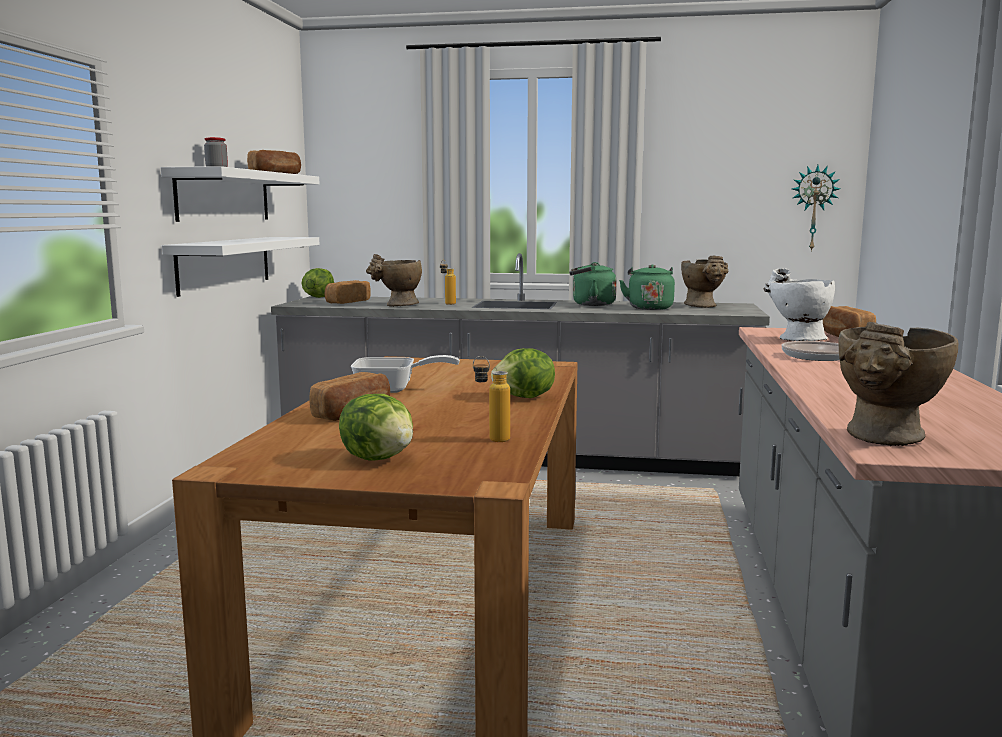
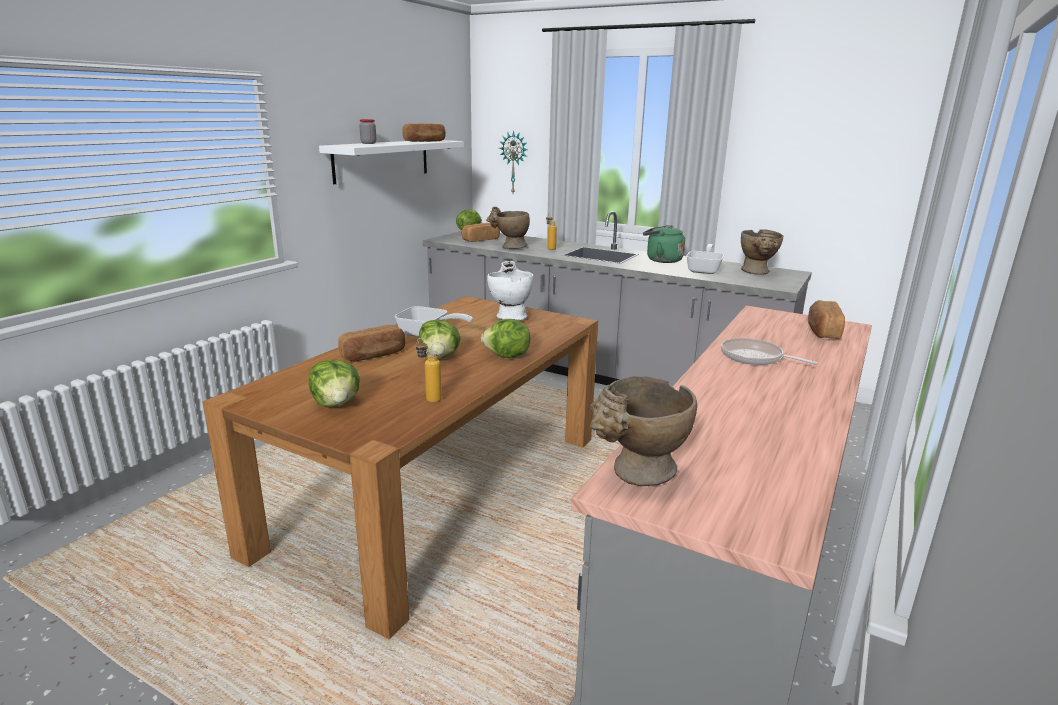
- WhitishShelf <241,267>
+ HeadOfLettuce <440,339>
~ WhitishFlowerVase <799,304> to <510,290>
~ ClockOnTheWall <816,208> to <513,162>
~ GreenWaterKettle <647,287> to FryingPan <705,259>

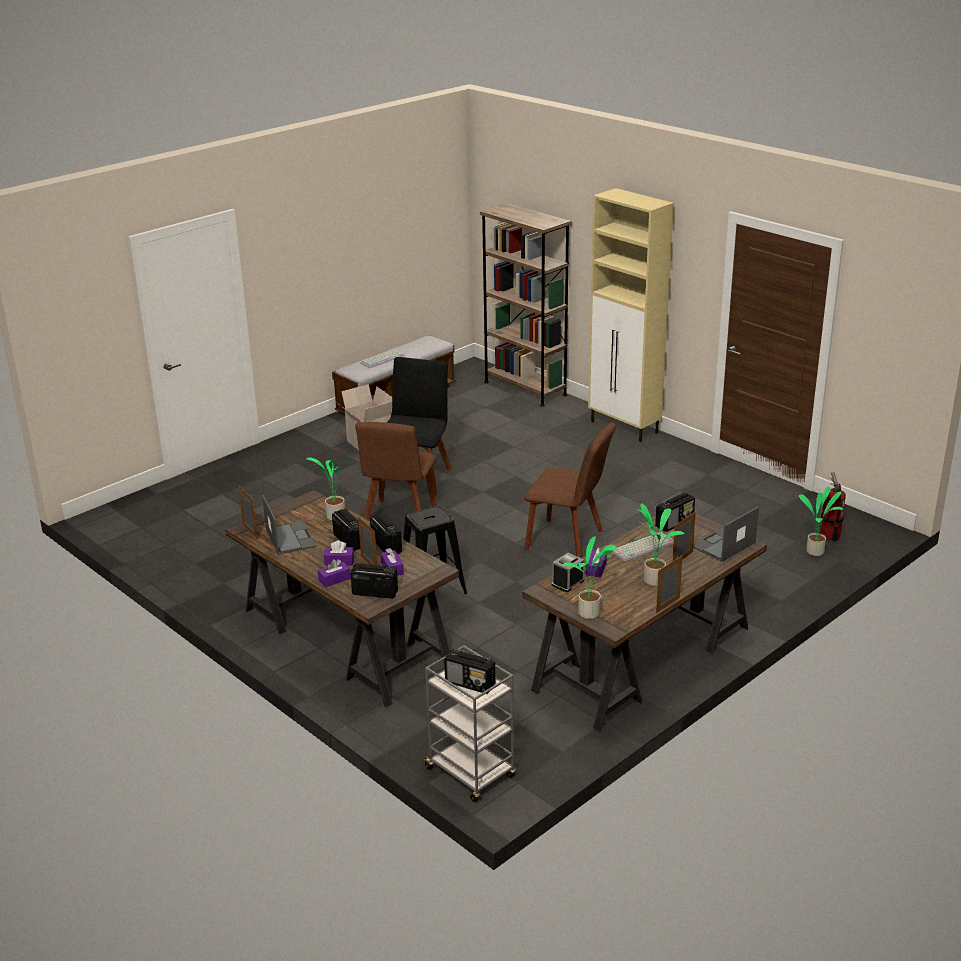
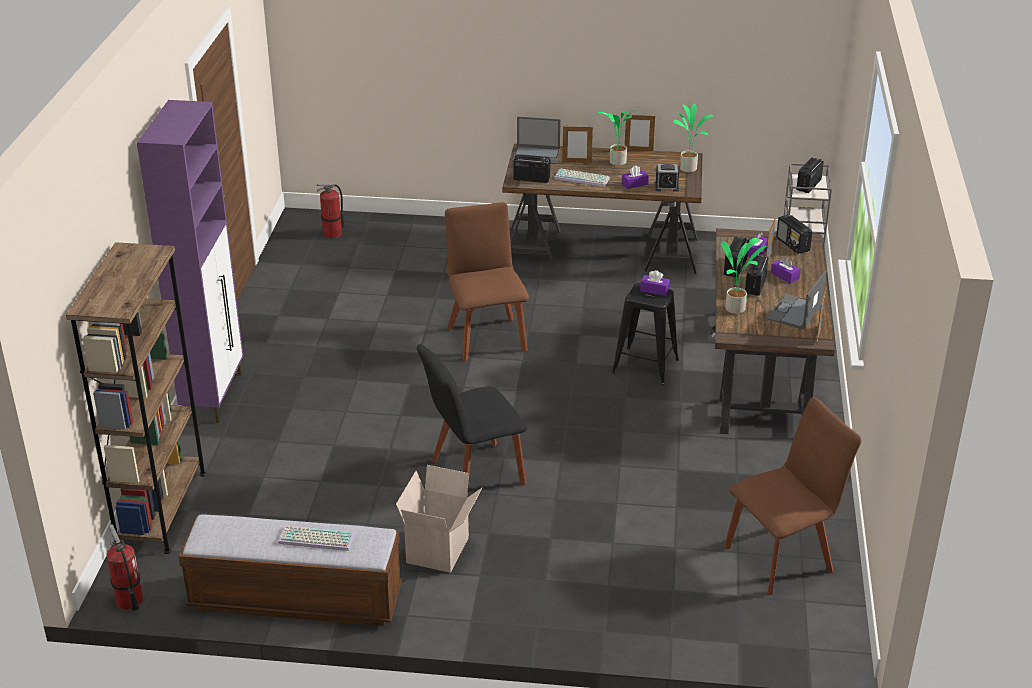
- PottedPlant <821,521>
+ FireFightingCylinder <125,568>
~ PurplishTissueHolder <334,573> to <655,283>
~ BrownColouredPlainChair <396,471> to <792,496>
~ BeigeCabinet <631,315> to PurplishCabinet <190,261>
~ Radio <469,671> = <810,175> 135 degrees counterclockwise

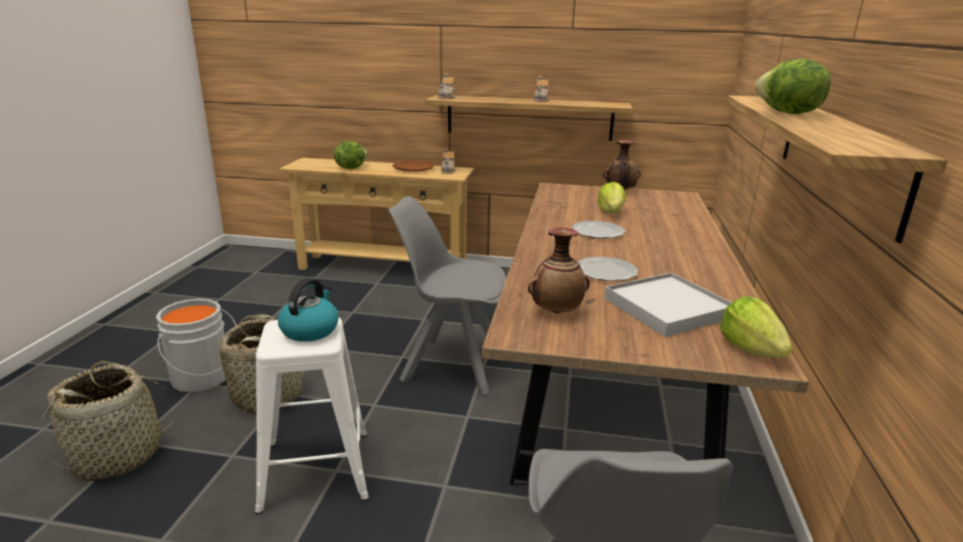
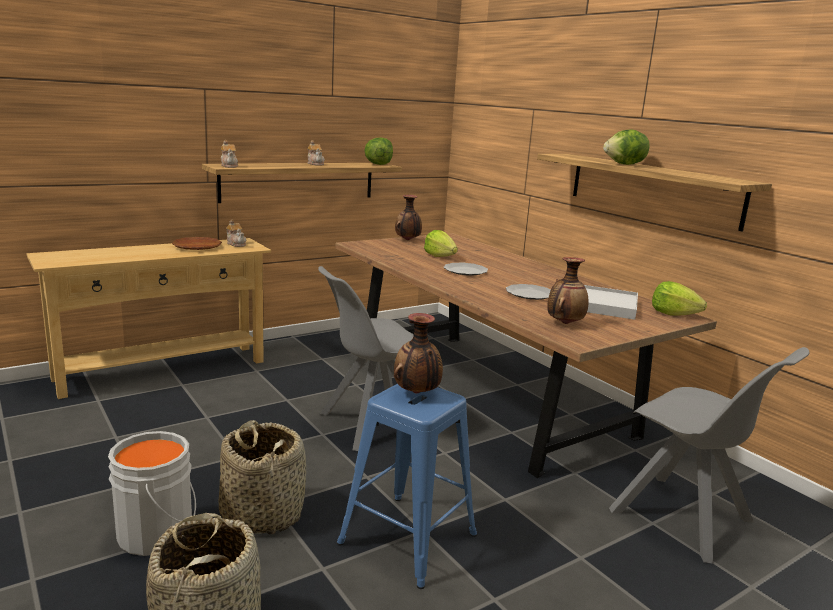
~ HeadOfLettuce <351,155> to <378,151>
~ WaterKettle <308,310> to FlowerVase <418,353>
~ WhitishStoolSeat <312,416> to BluishStoolSeat <407,486>

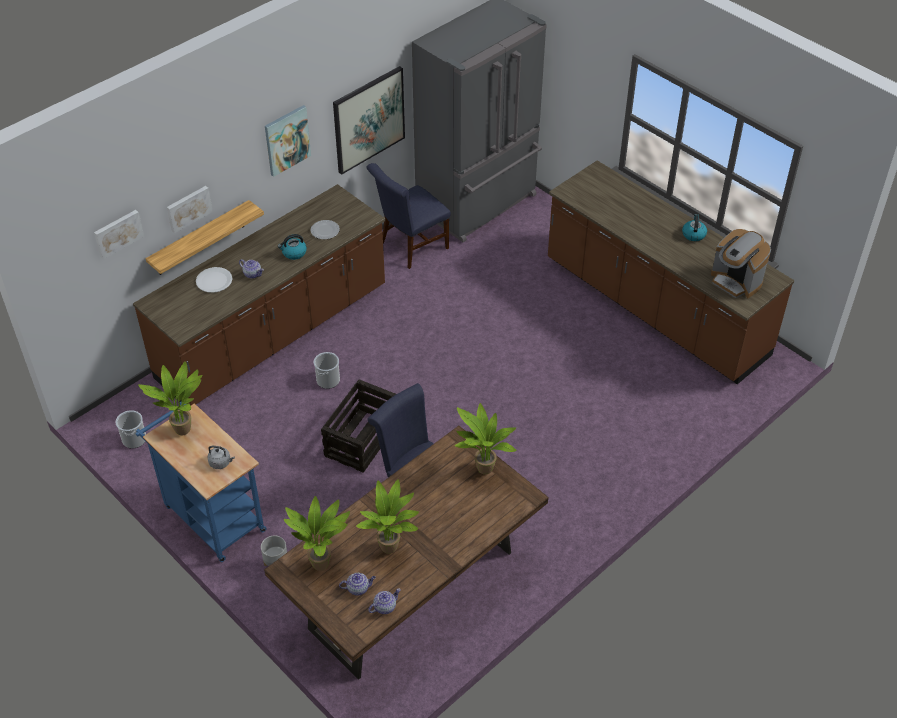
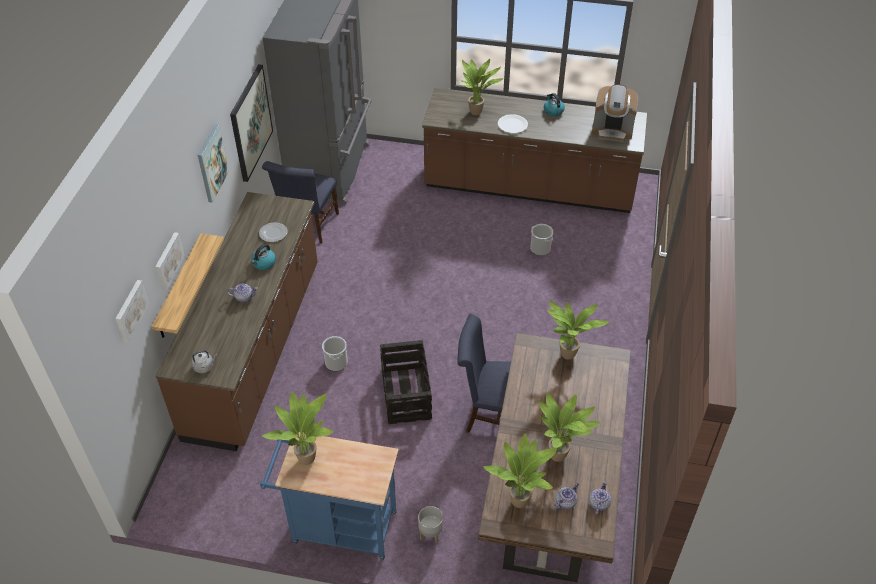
+ PottedPlant <483,87>
~ Bucket <131,429> to <541,240>
~ WhitishDinnerPlate <214,280> to <513,123>
~ GrayWaterKettle <221,457> to <204,361>

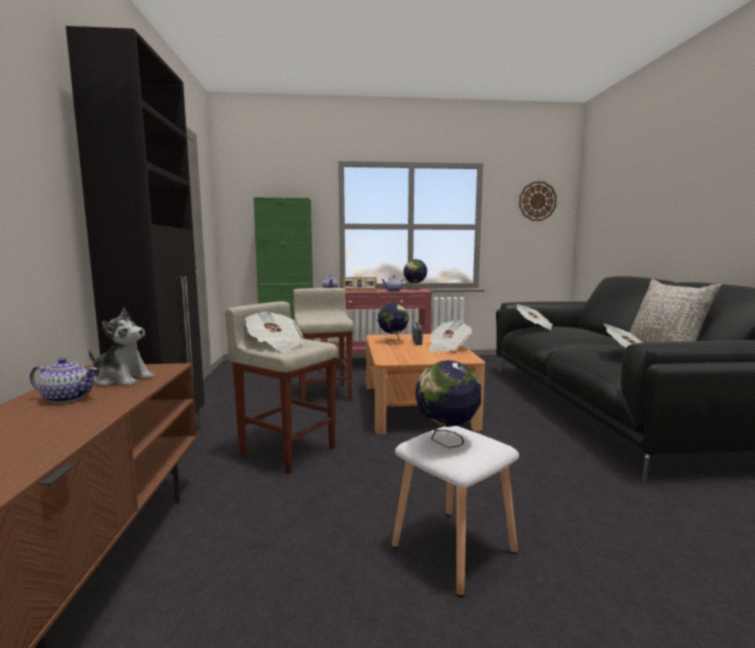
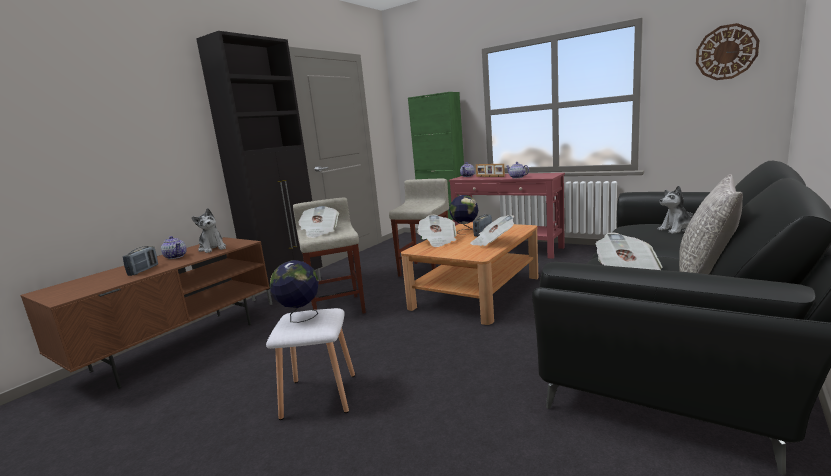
- Globe <415,274>
+ Radio <140,261>
+ SoftToy <675,210>
~ DailyPaper <534,317> to <436,231>

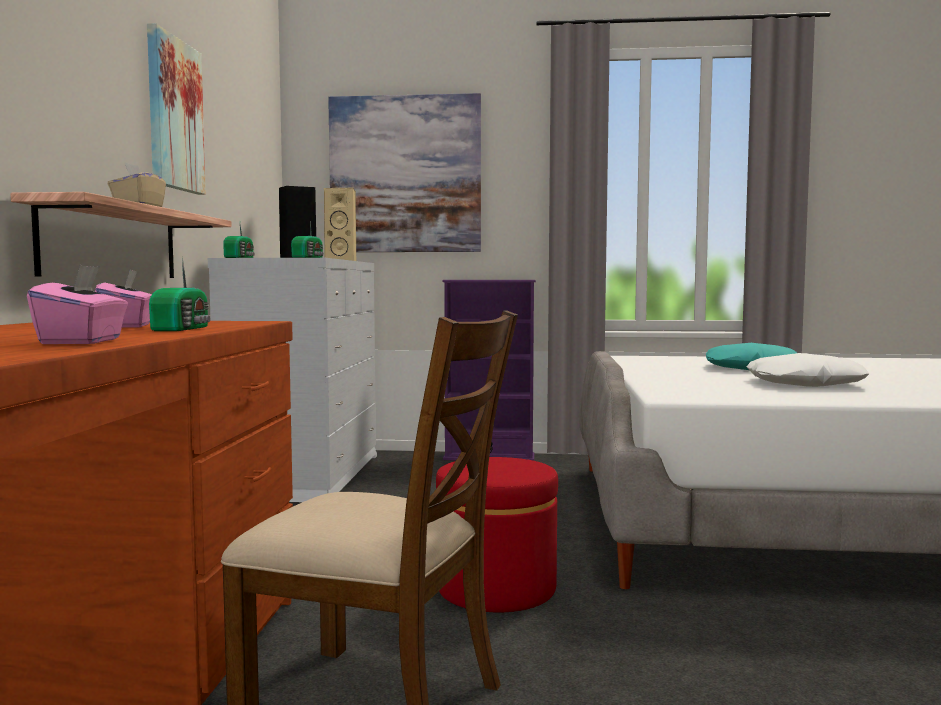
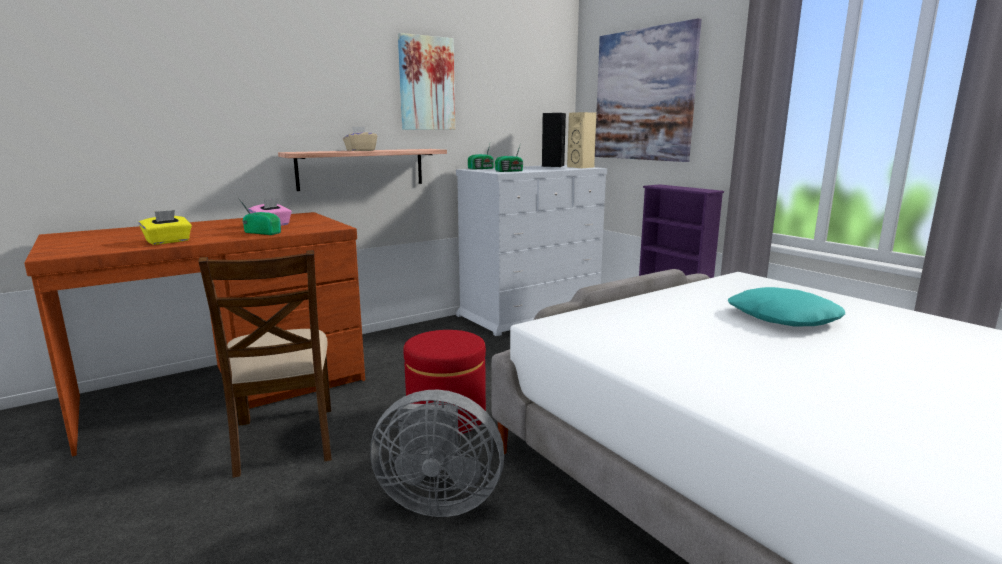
- WhitishThrowPillow <807,370>
+ GrayFan <437,453>
~ PinkColouredTissueHolder <77,304> to YellowColouredTissueHolder <165,227>
~ Radio <179,293> = <259,215> 120 degrees counterclockwise

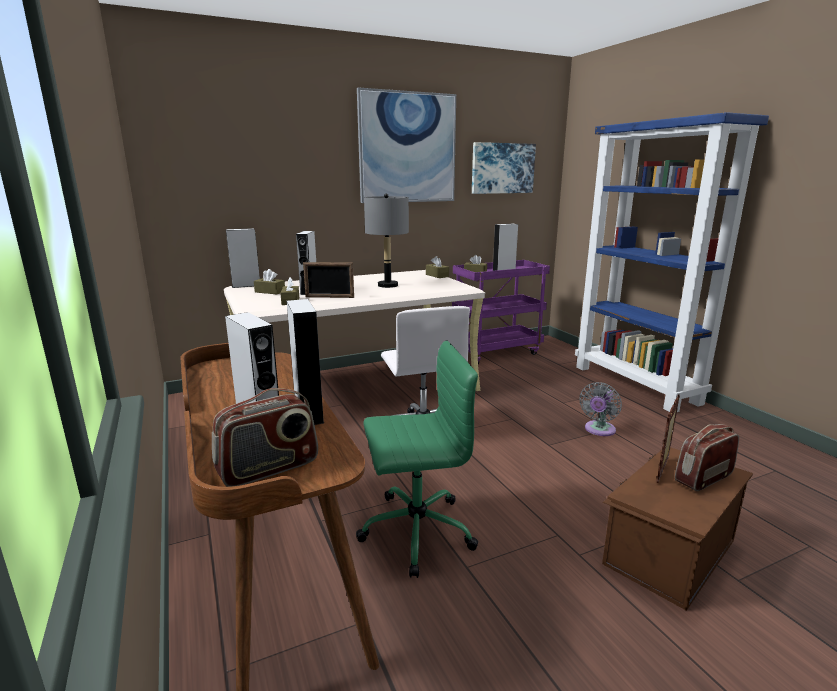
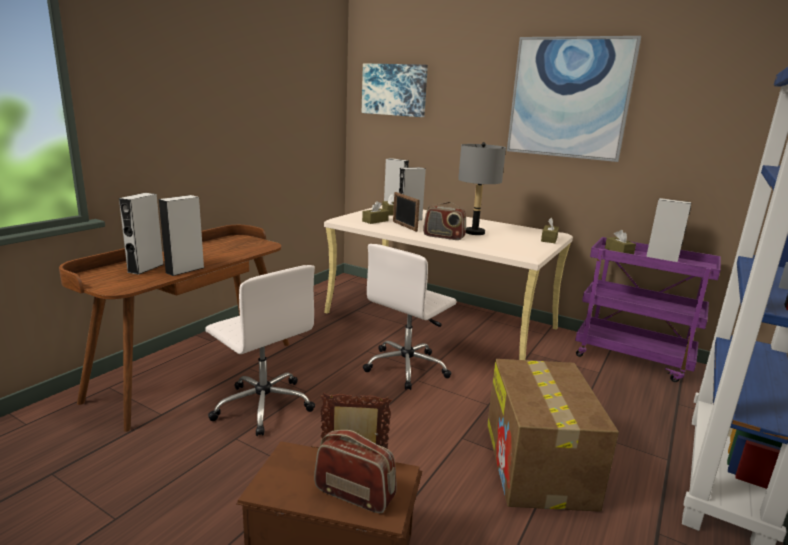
~ Radio <265,437> to <444,221>
~ WallPicture <504,168> to <395,90>
~ GrayFan <600,409> to CardboardBox <553,435>
~ GreenOfficeChair <417,459> to WhitishOfficeChair <260,350>

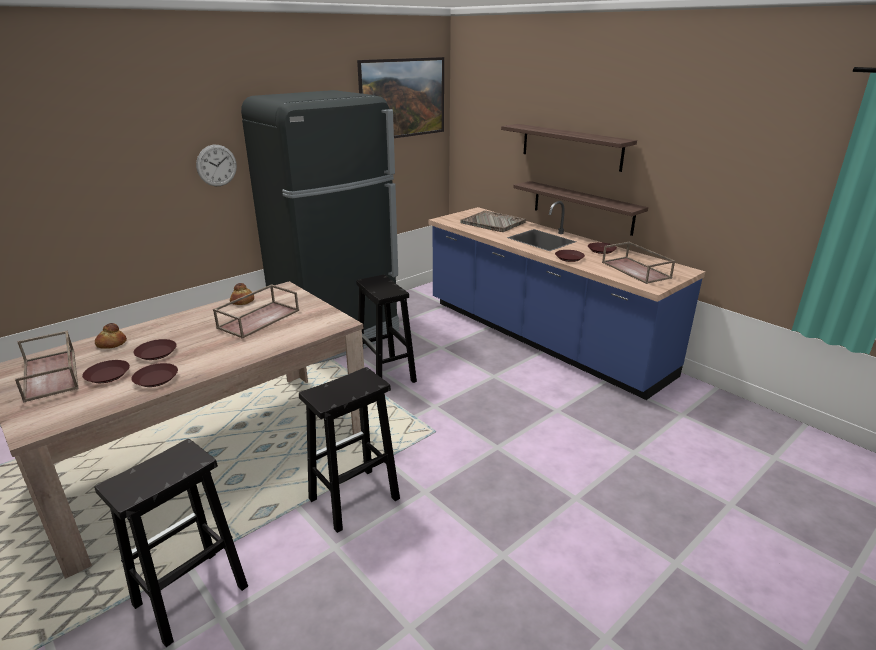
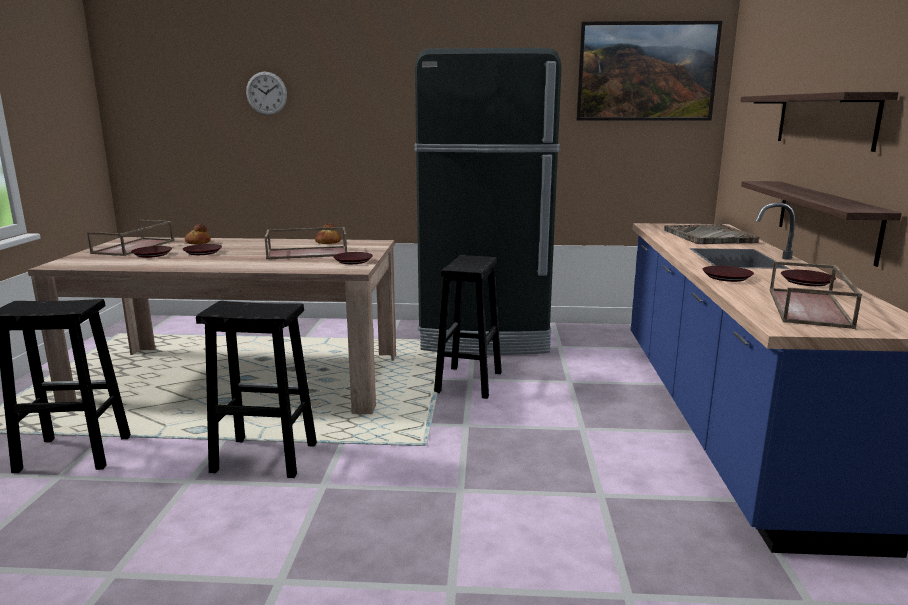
~ BrownColouredDinnerPlate <154,375> to <353,258>
~ ClockOnTheWall <216,165> to <266,93>

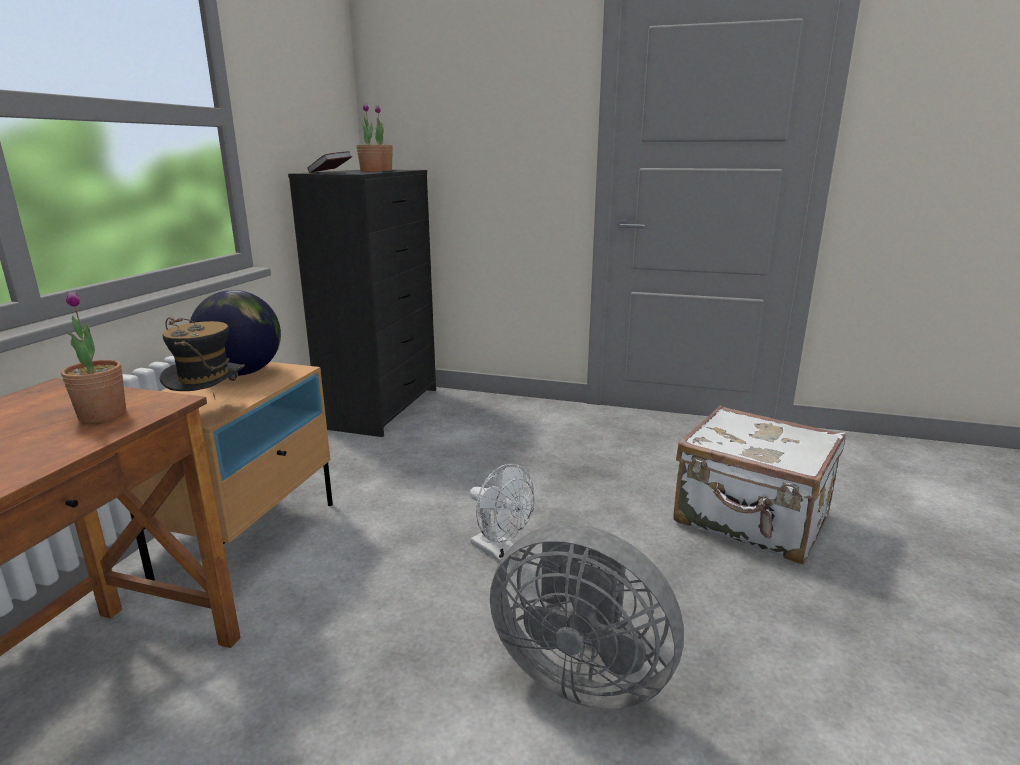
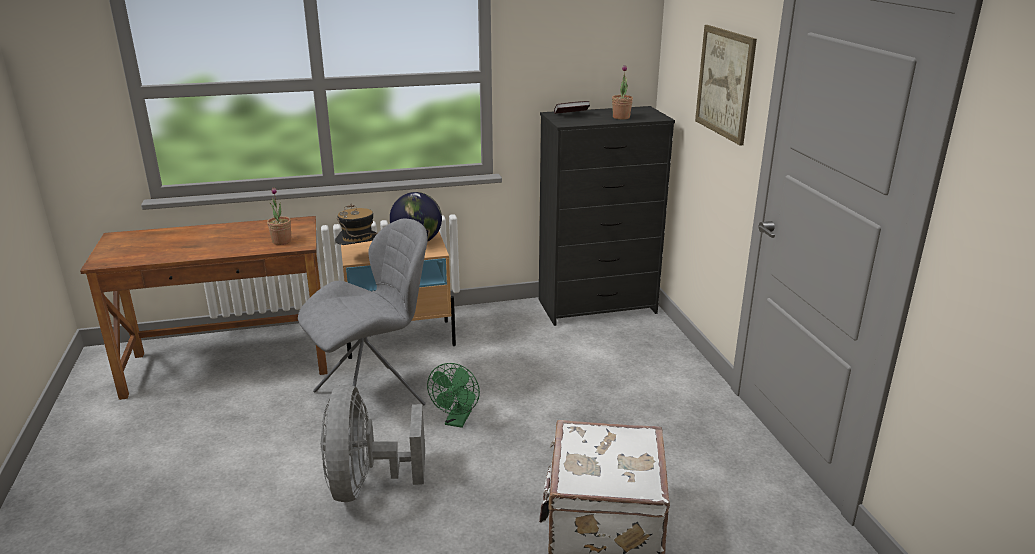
- PottedPlant <369,137>
+ GrayPlainChair <363,311>
+ WallPicture <726,85>
~ WhitishFan <502,513> to GreenFan <453,395>

